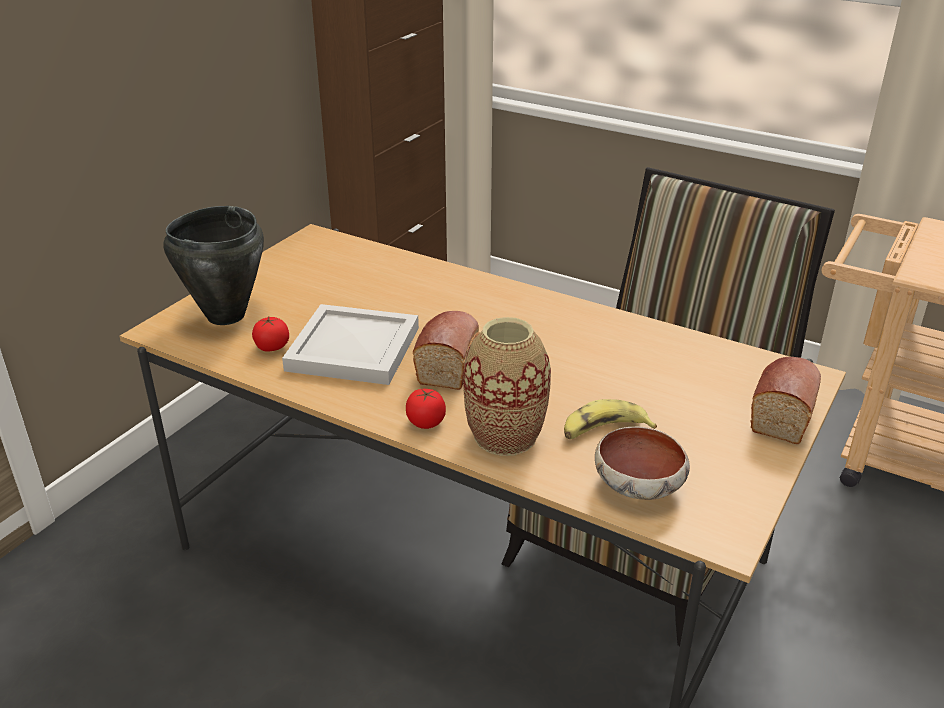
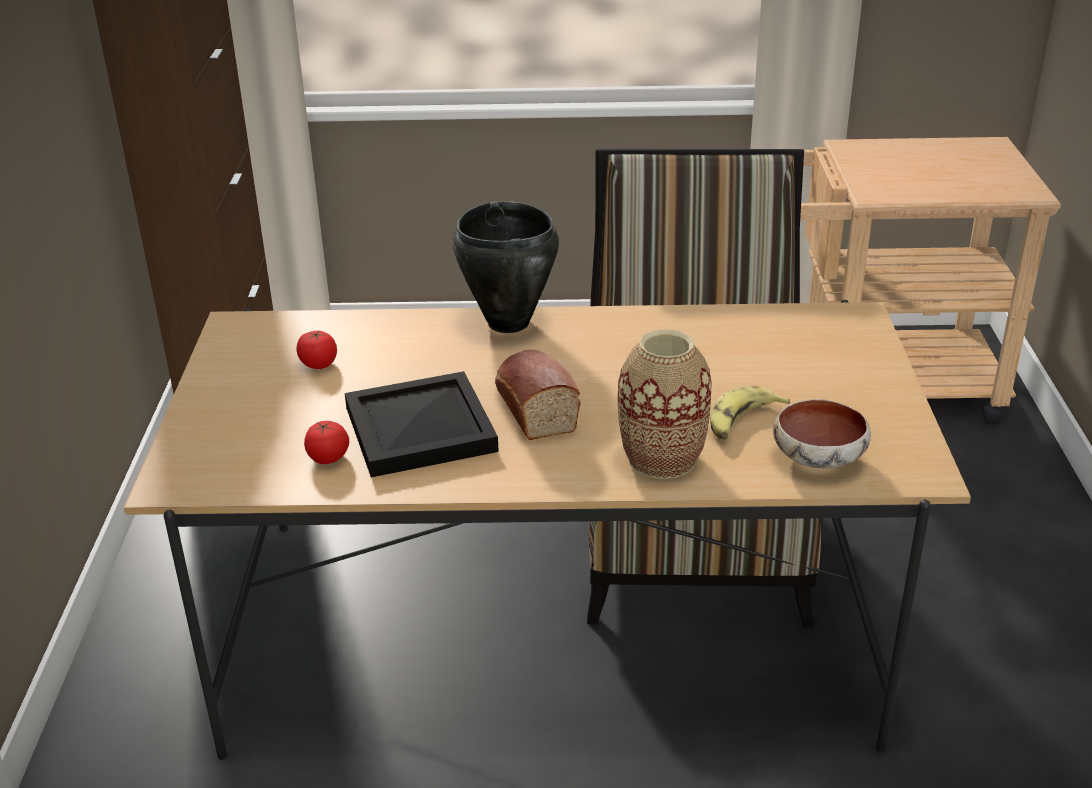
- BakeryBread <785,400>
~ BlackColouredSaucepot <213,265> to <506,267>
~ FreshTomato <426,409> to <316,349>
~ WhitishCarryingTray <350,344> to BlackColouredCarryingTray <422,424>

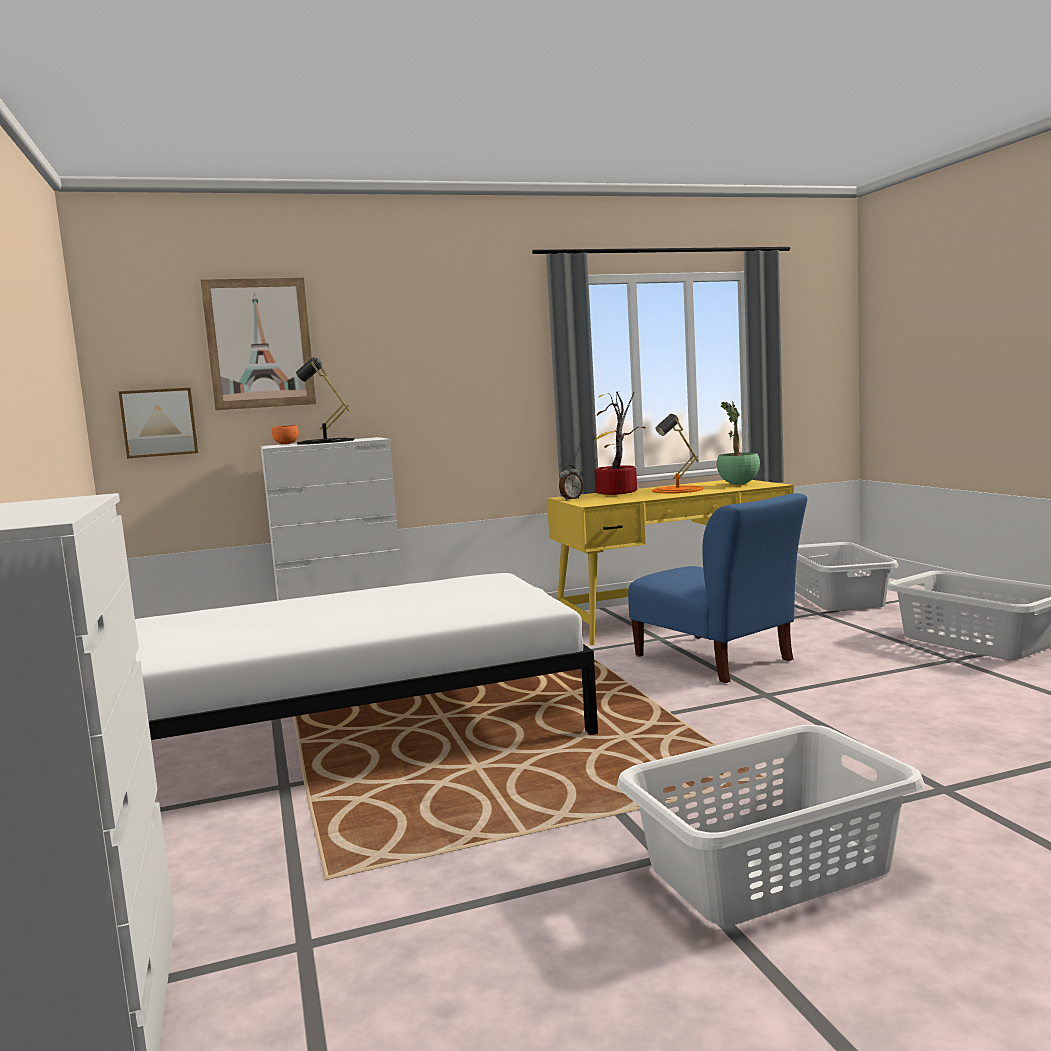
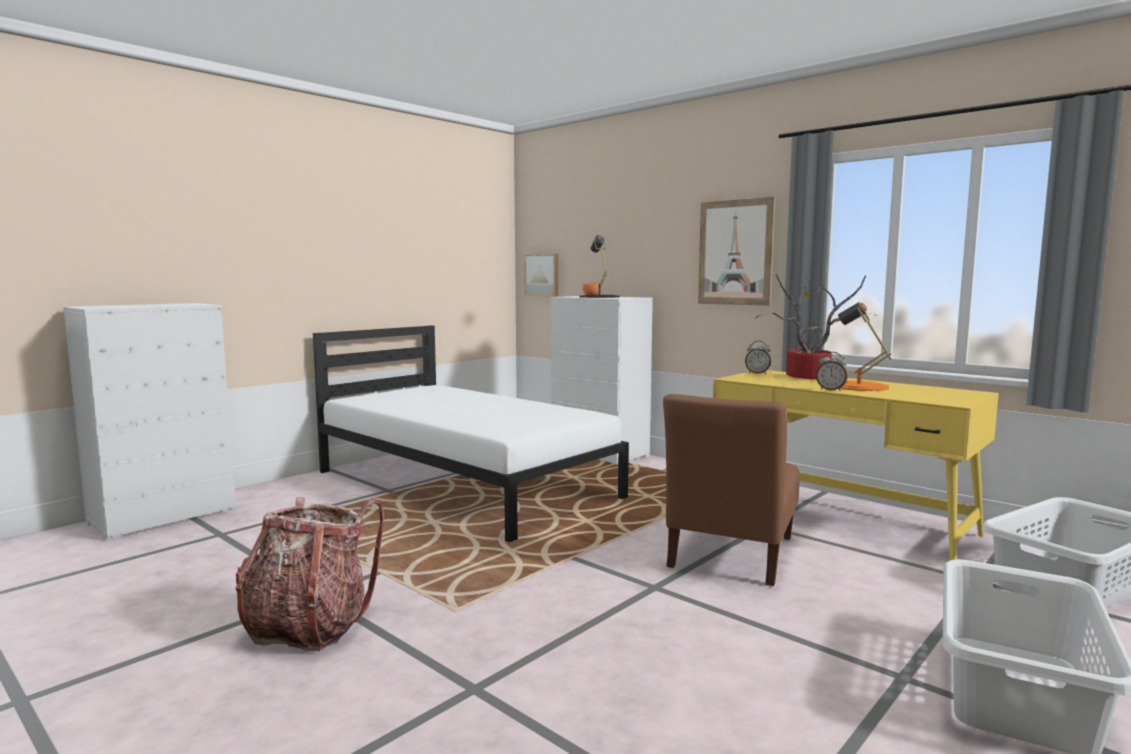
- PottedPlant <738,443>
+ TableClock <832,371>
~ WallPicture <258,344> to <736,251>
~ WhitishLaundryBasket <771,825> to Rucksack <309,574>
~ BluishPlainChair <717,588> to BrownColouredPlainChair <731,490>

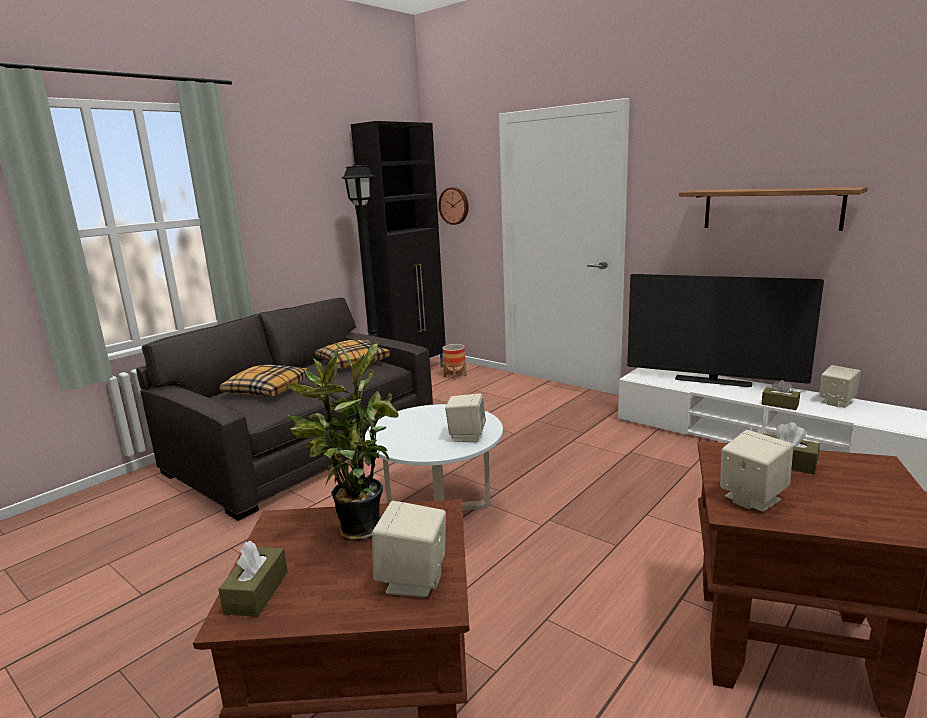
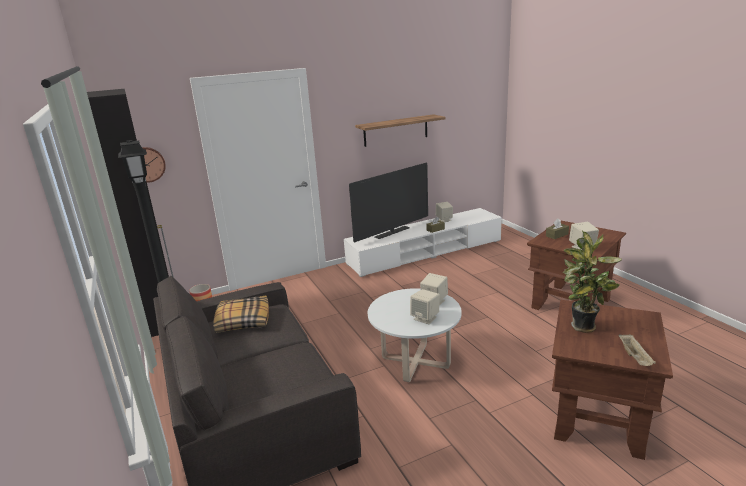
- ThrowPillow <264,380>
~ BeigeSpeaker <409,549> to <425,306>
~ BrownColouredTissueHolder <253,579> to BeigeCarryingTray <637,350>

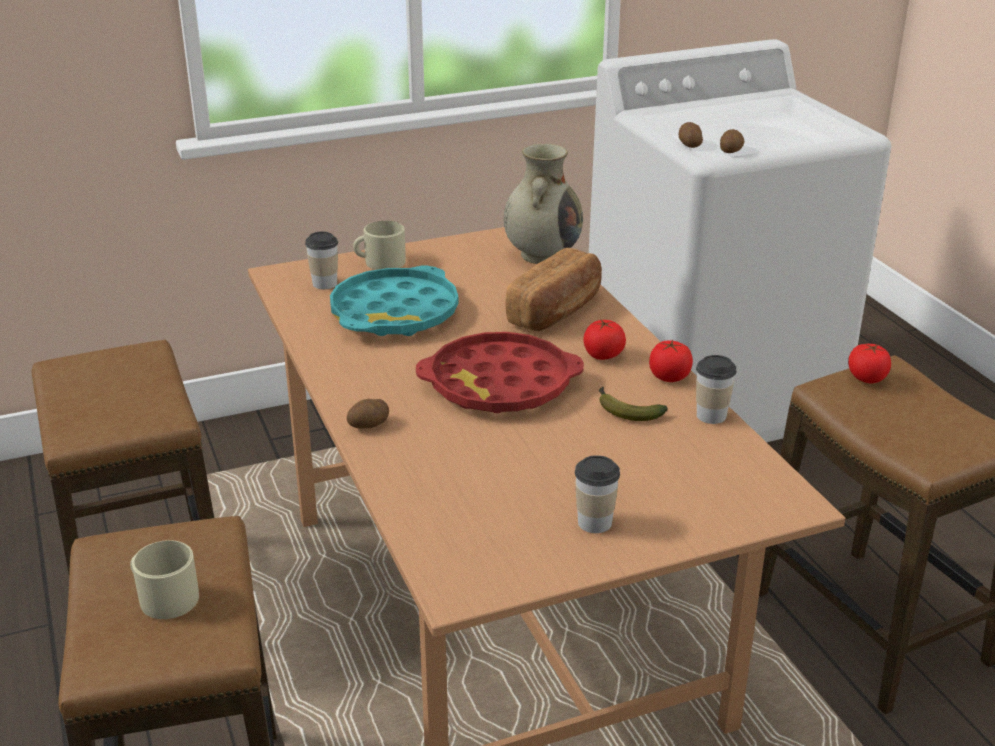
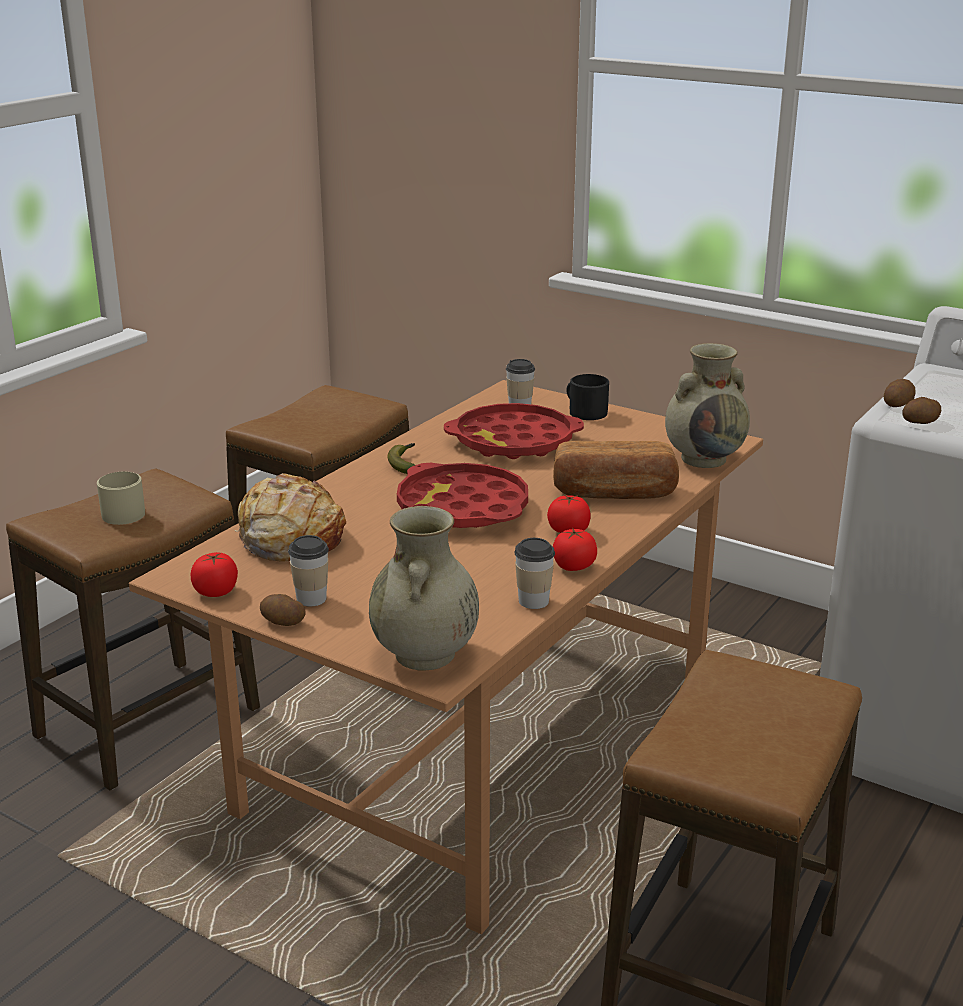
+ BakeryBread <290,517>
+ BeigeFlowerVase <424,588>
~ Potato <368,414> to <283,610>
~ BananaFruit <633,404> to <401,458>
~ FreshTomato <869,363> to <214,574>
~ TurquoiseCarryingTray <394,301> to RedColouredCarryingTray <514,431>
~ BeigeTeaMug <379,245> to BlackColouredTeaMug <587,397>

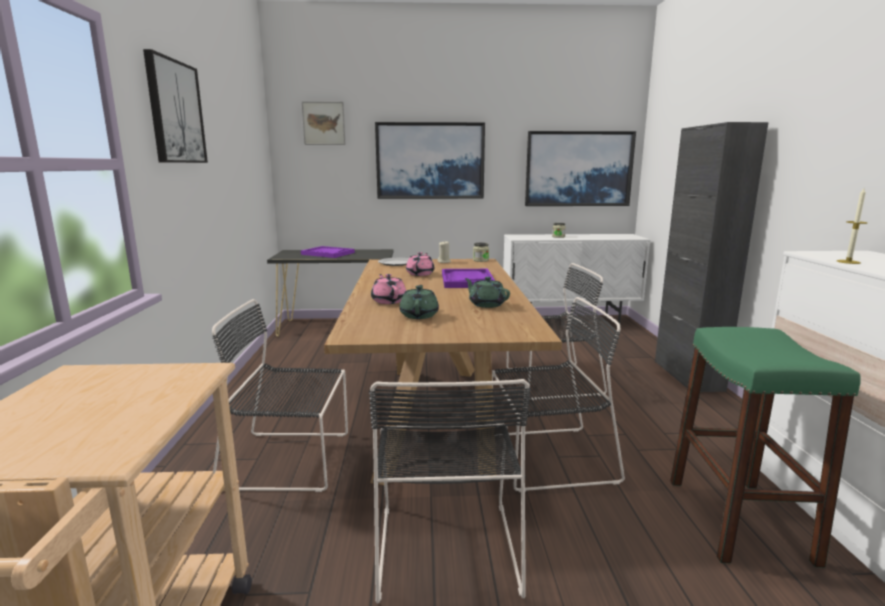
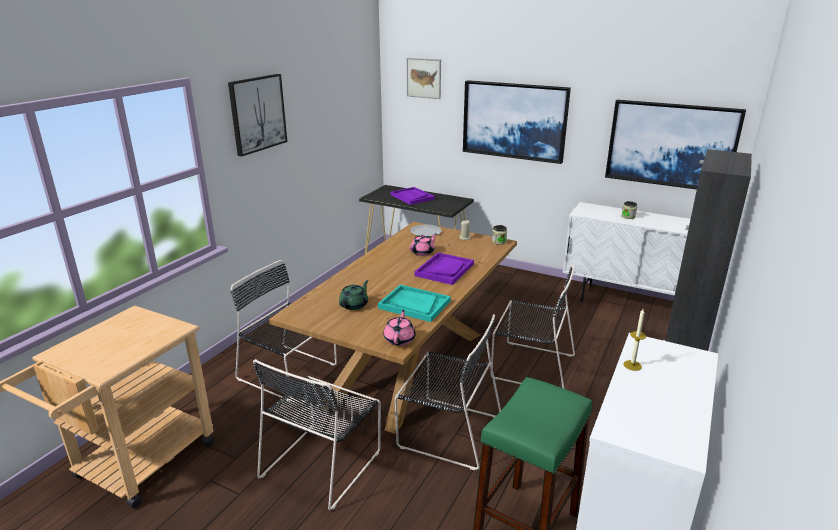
~ PinkColouredTeapot <388,289> to <399,328>
~ GreenTeapot <487,292> to TurquoiseCarryingTray <414,303>

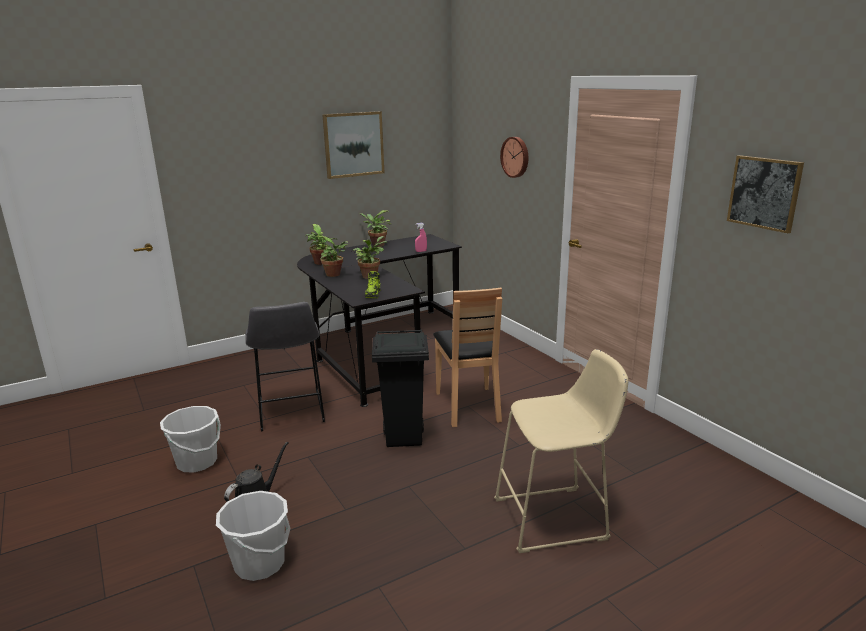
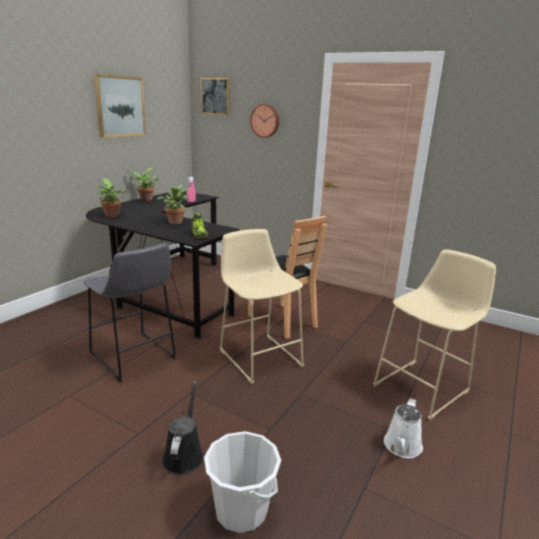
- WhitishBucket <190,439>
- PottedPlant <332,256>
+ WhitishSprinklingCan <403,428>
~ WallPicture <765,194> to <215,96>
~ BlackColouredWasteBin <400,388> to BeigeStoolSeat <262,306>

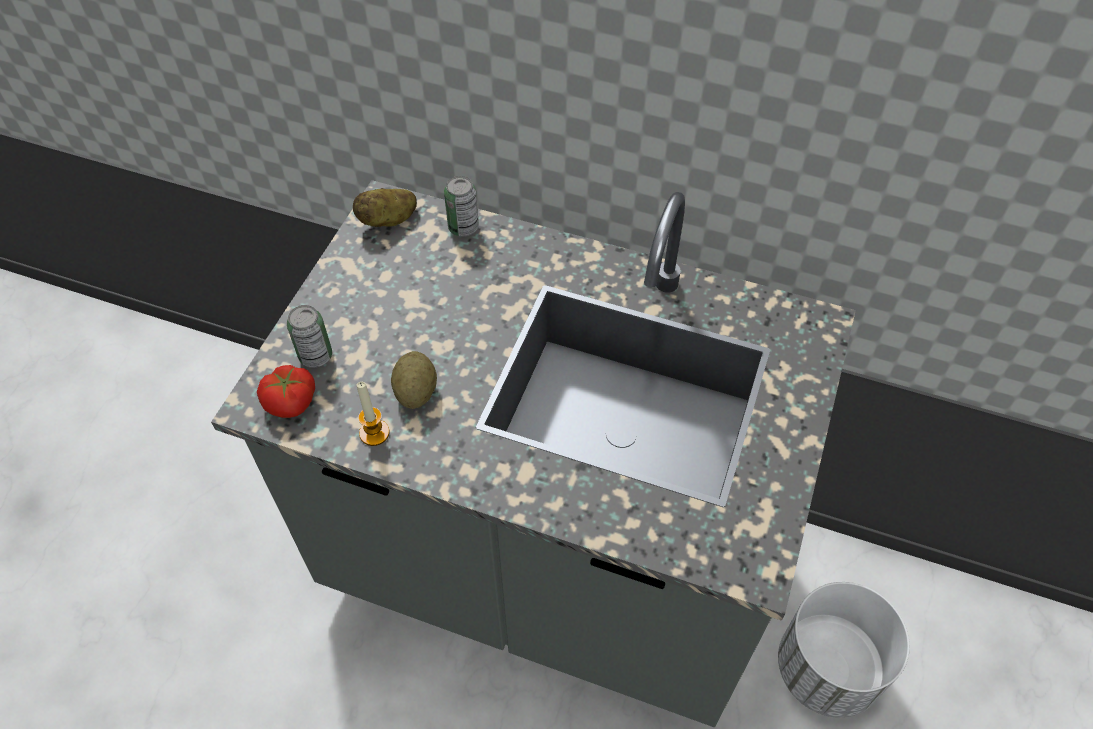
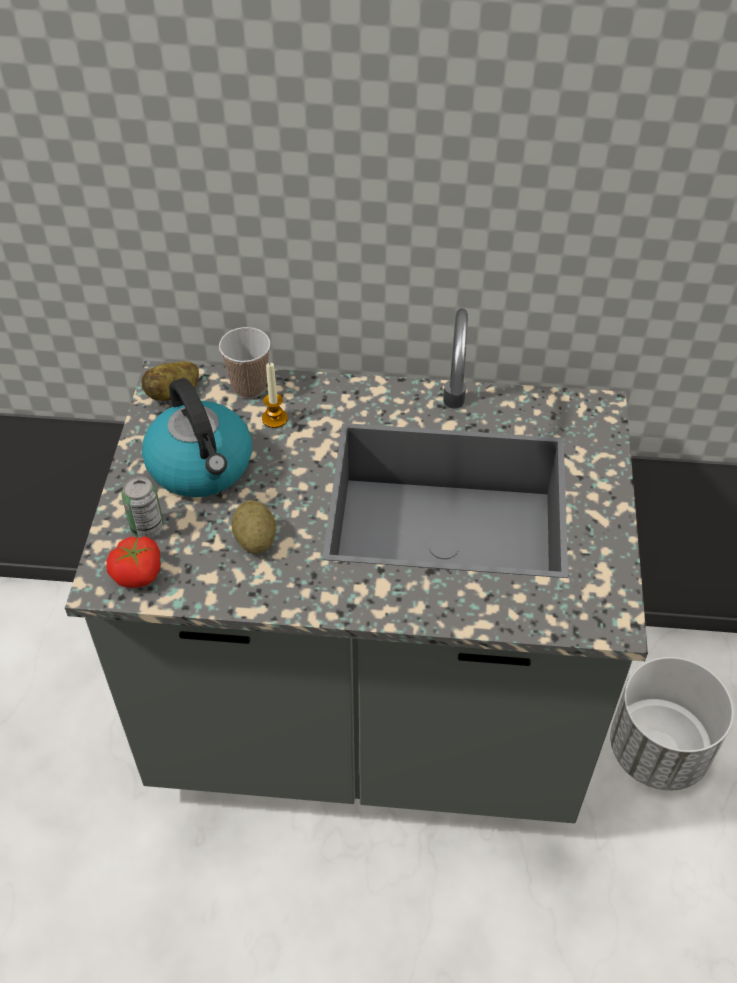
+ WaterKettle <197,437>
~ WaxCandle <373,414> to <275,395>
~ Can <461,206> to SmallCup <245,362>

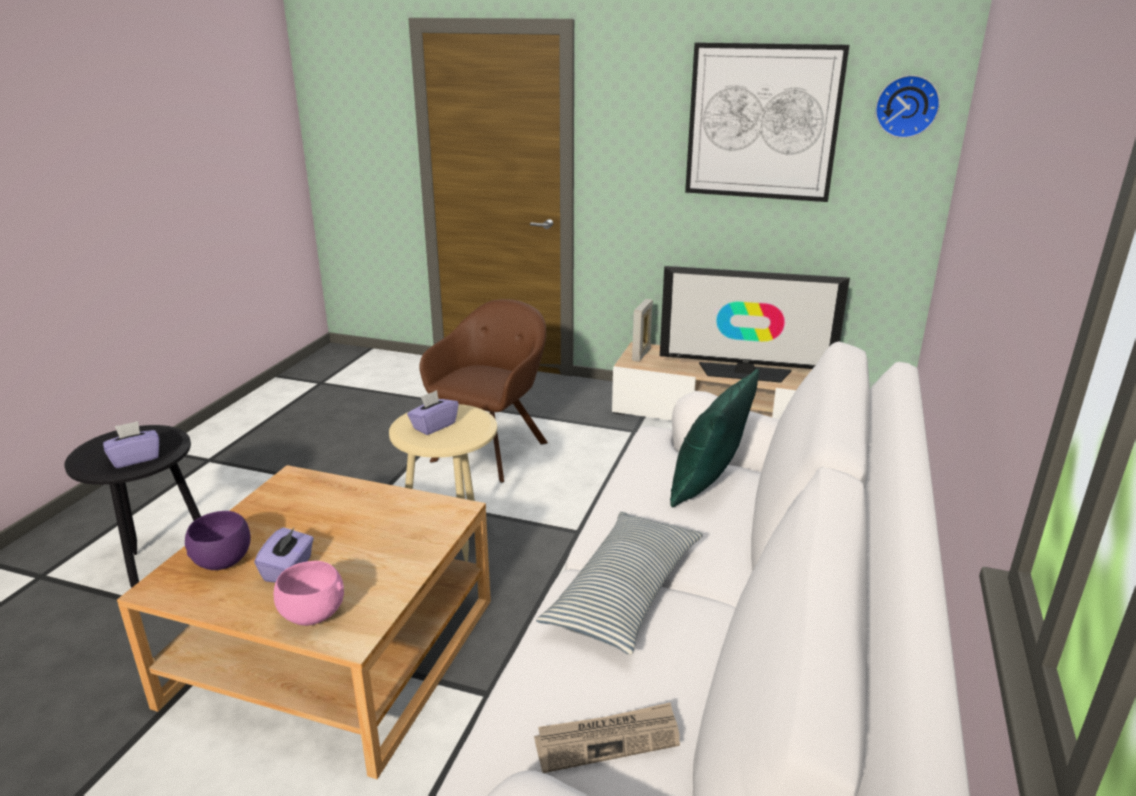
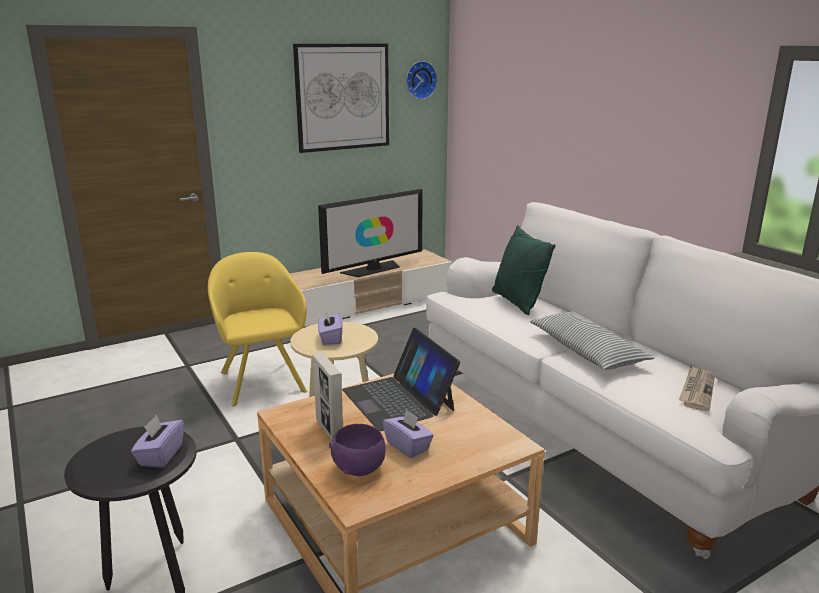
- PinkColouredServingBowl <309,593>
+ PortableComputer <401,379>
~ StandingFrame <642,330> to <328,396>
~ BrownColouredEasyChair <483,391> to YellowColouredEasyChair <257,329>

